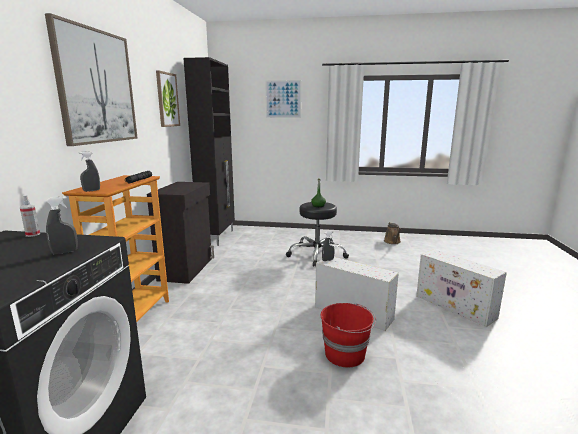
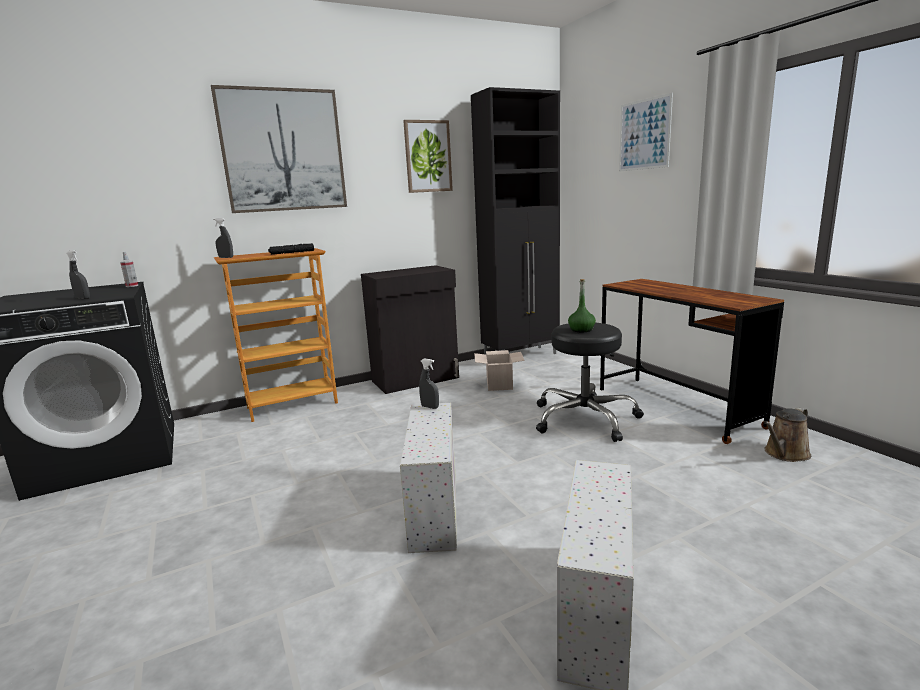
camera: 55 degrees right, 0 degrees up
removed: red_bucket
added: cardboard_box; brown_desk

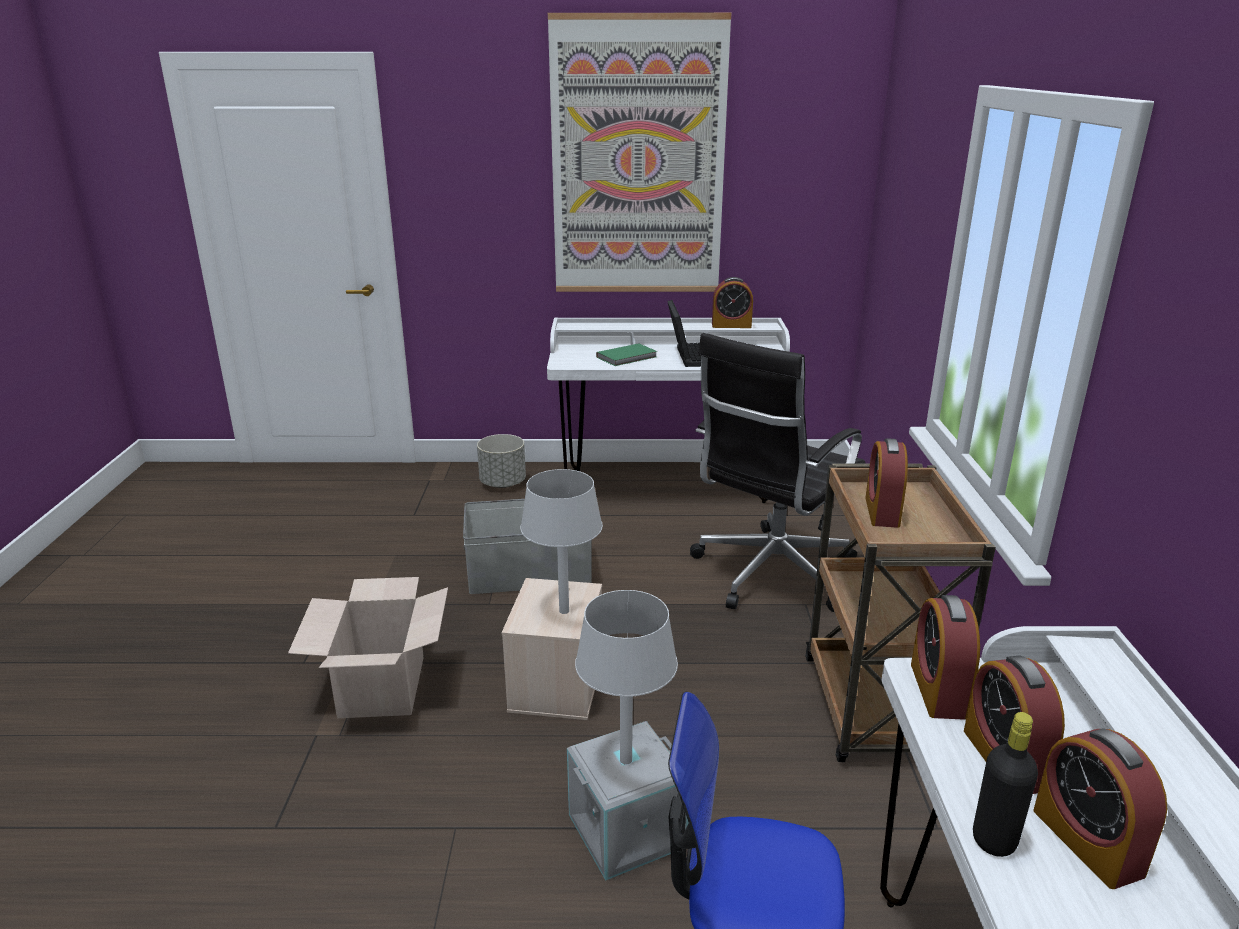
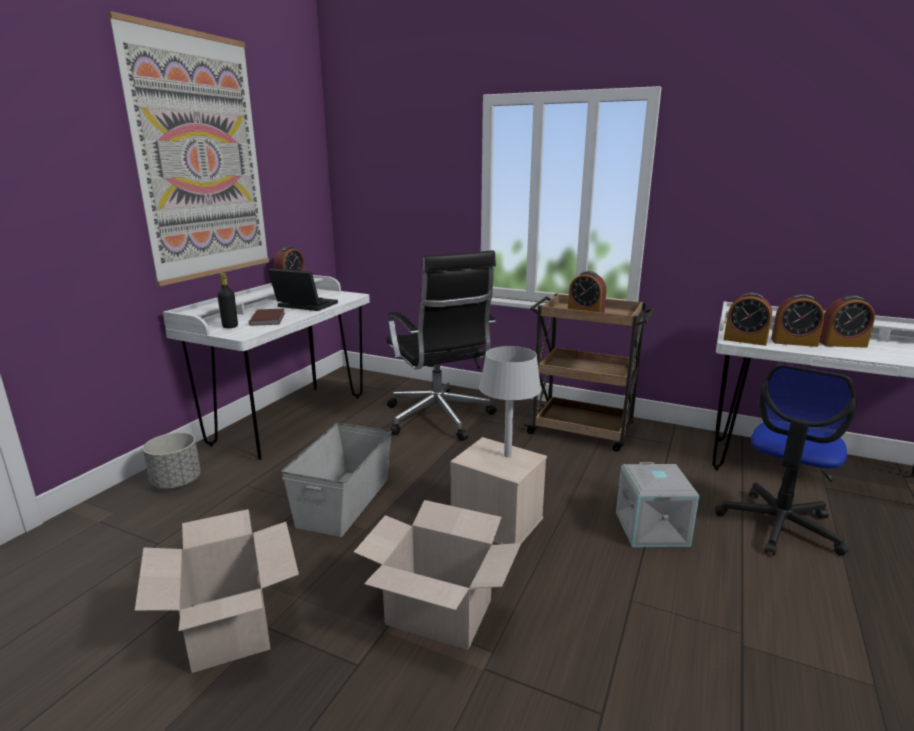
camera: 65 degrees left, 5 degrees down
removed: grey_table_lamp (2nd from left)
added: cardboard_box (1st from left)
moved: black_bottle
recoloured: green_book to brown_book

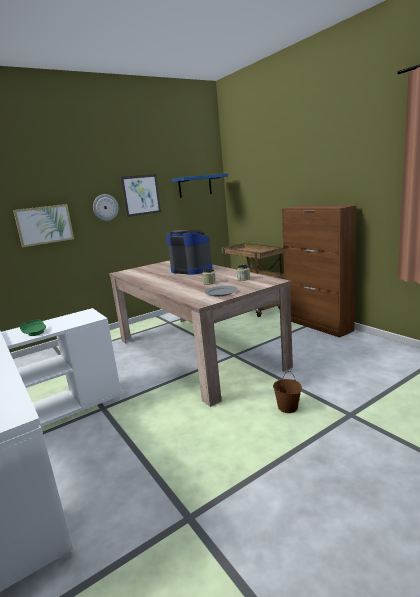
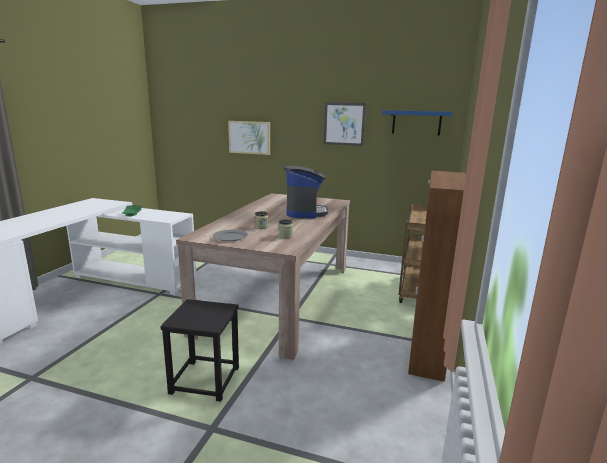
camera: 50 degrees right, 0 degrees up
removed: wall_clock
replaced: brown_bucket to black_stool

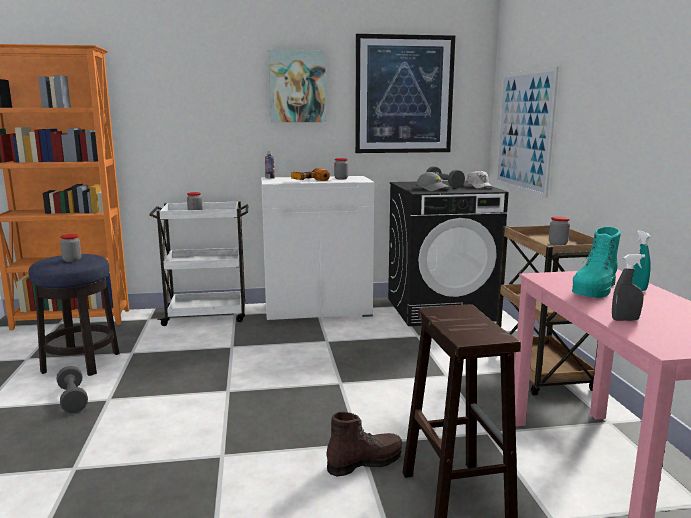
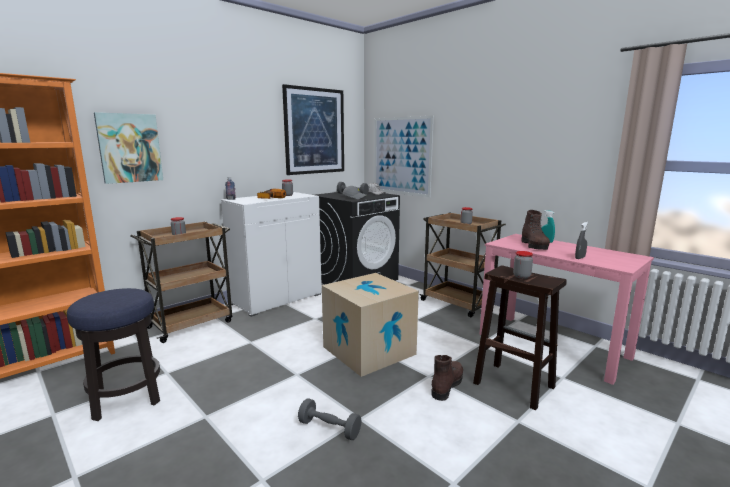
camera: 35 degrees left, 0 degrees up
added: cardboard_box
moved: picture (1st from left); grey_dumbbell (1st from left); jar (1st from left in the first image) to jar (4th from left)
recoloured: white_cart to brown_cart (1st from left); turquoise_boot to brown_boot (2nd from left)

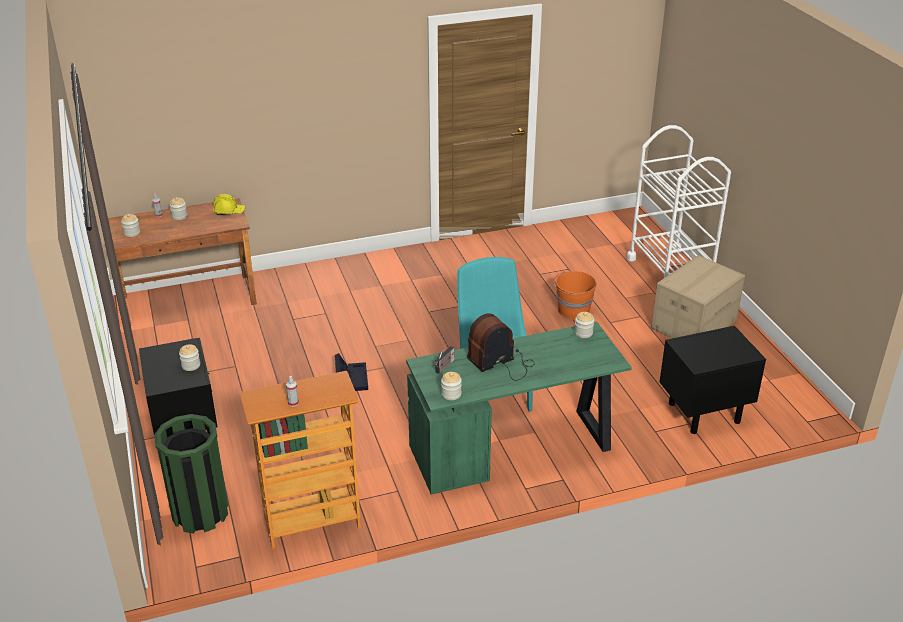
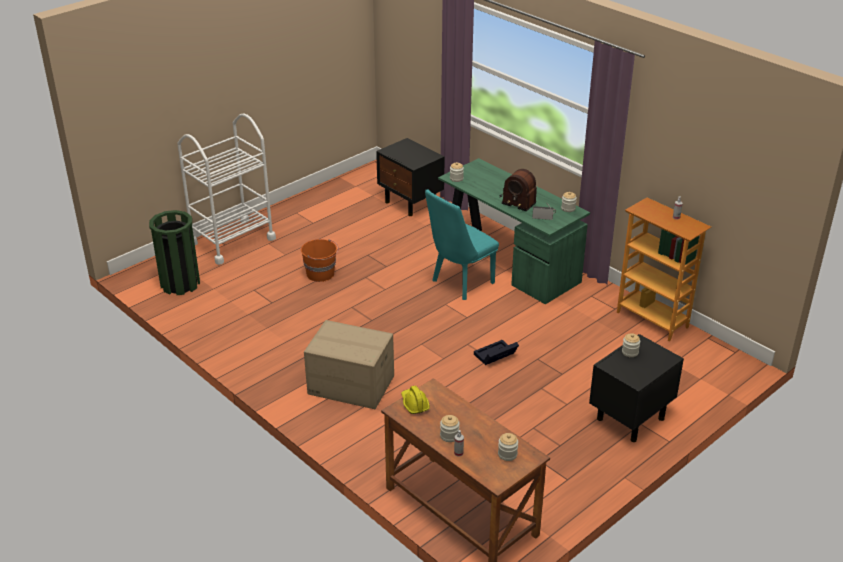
camera: 115 degrees left, 0 degrees up
moved: green_trash_can; cardboard_box

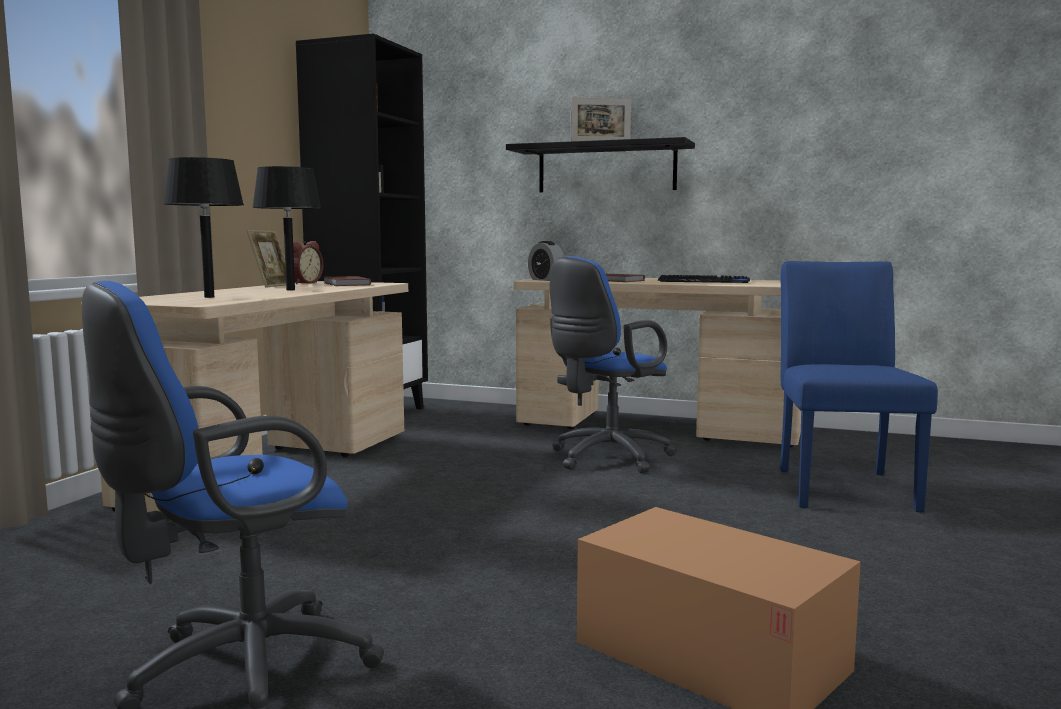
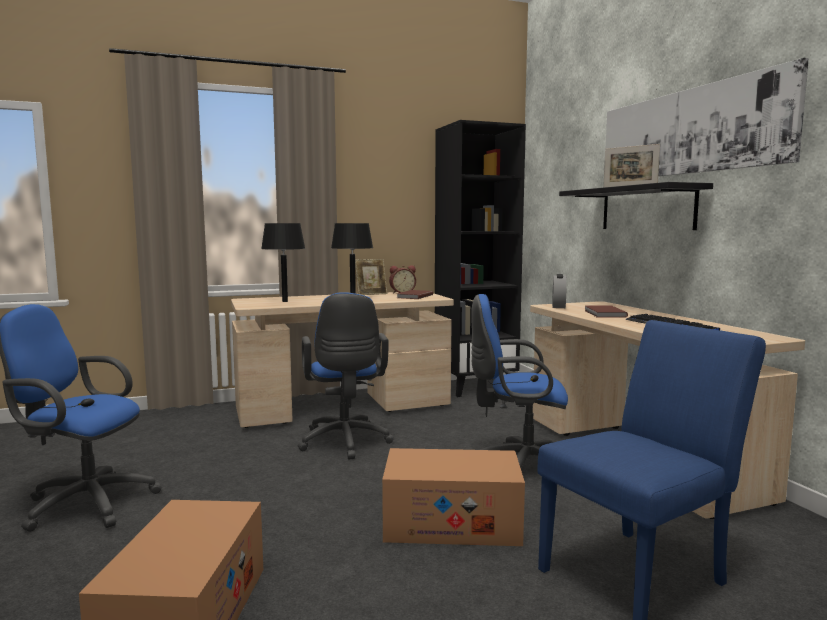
camera: 50 degrees right, 0 degrees up
added: blue_office_chair (2nd from left); cardboard_box (2nd from left); picture

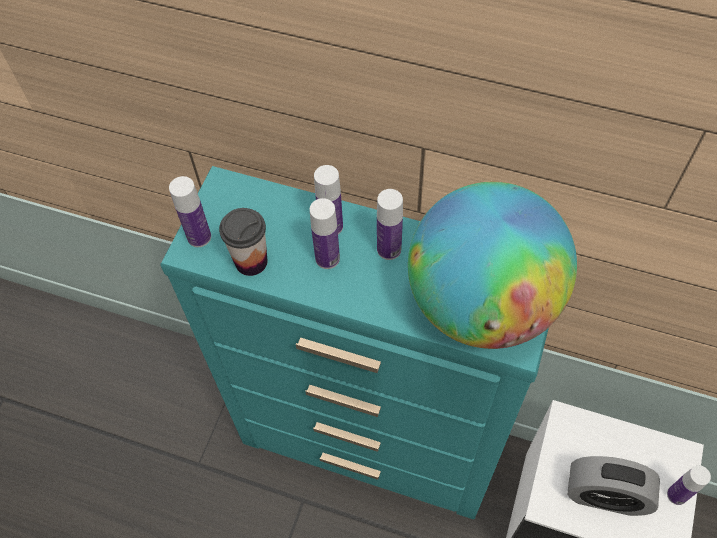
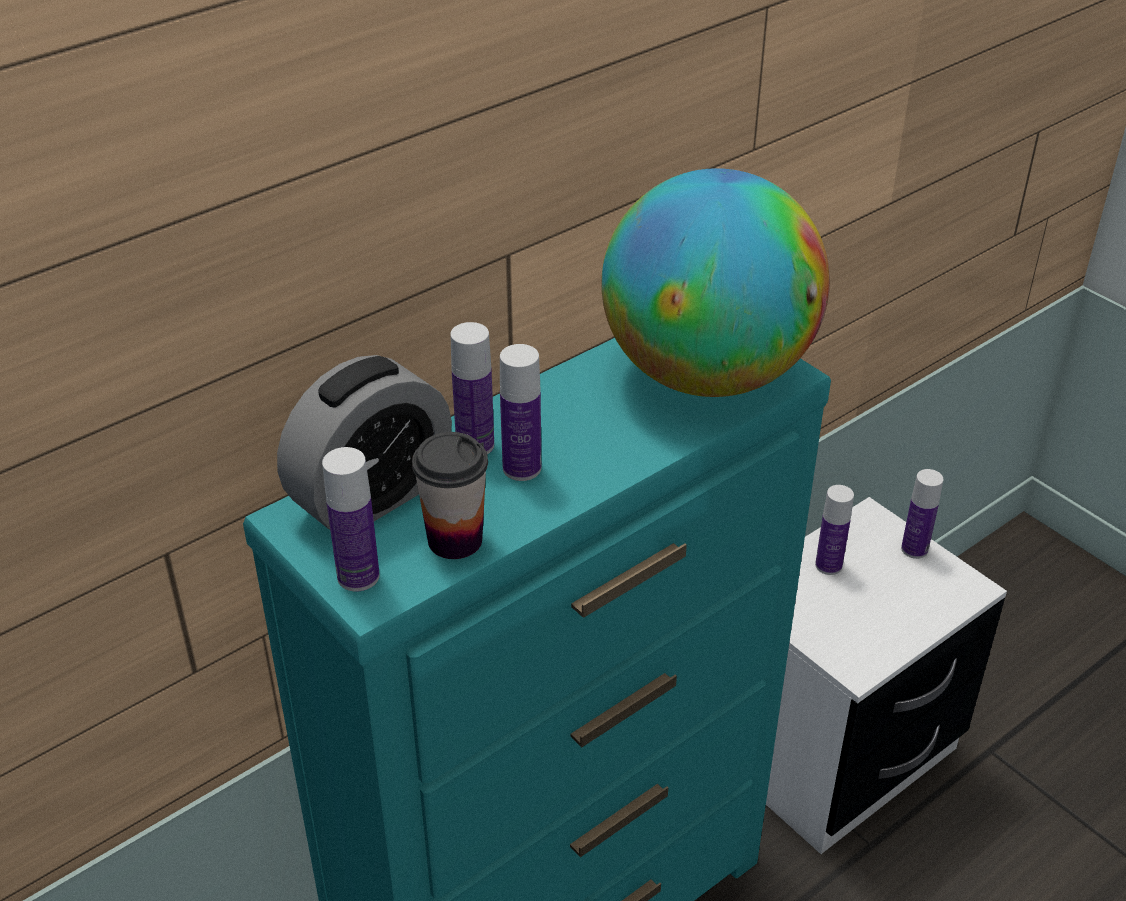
camera: 60 degrees left, 20 degrees down
moved: alarm_clock; bottle (4th from left)

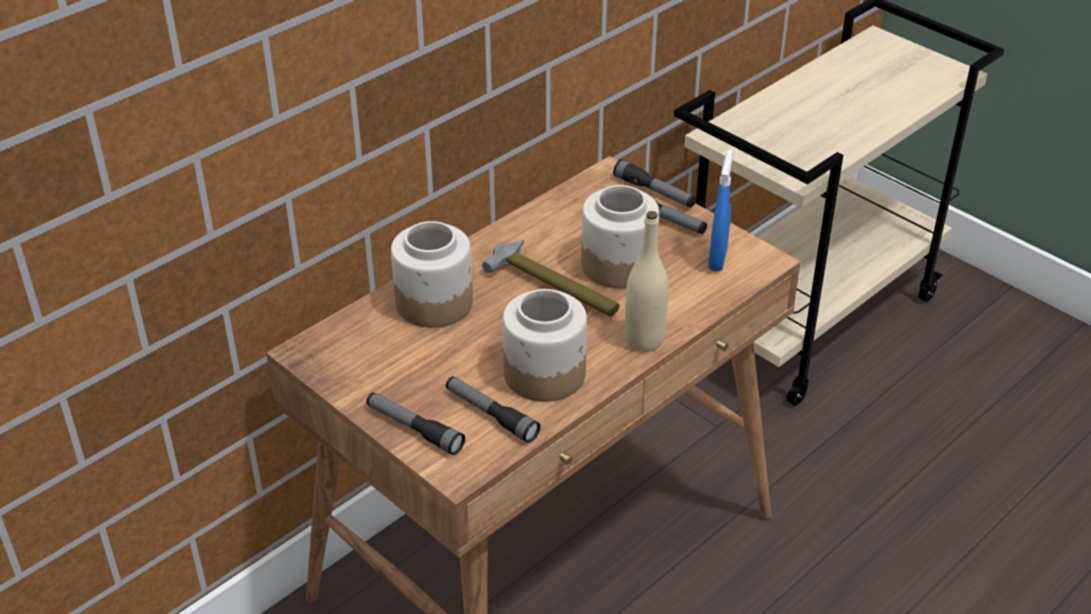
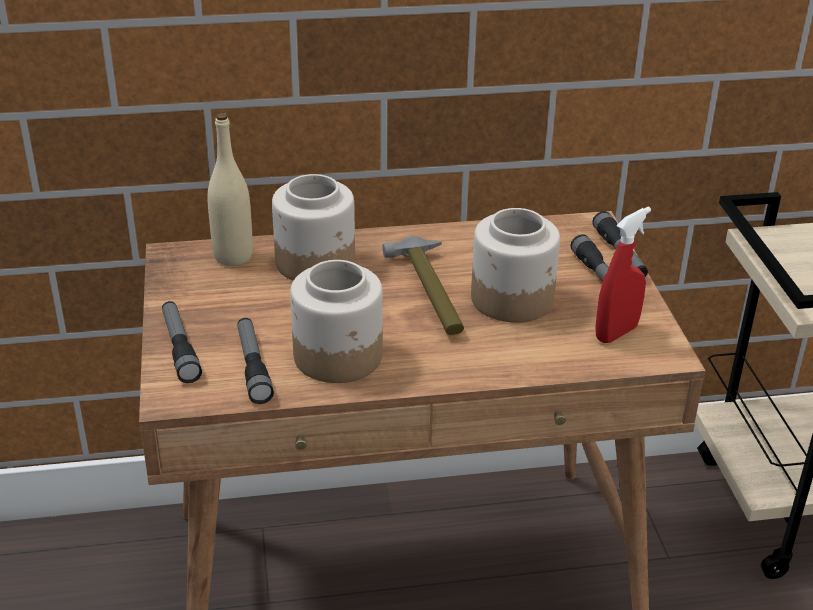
camera: 35 degrees right, 5 degrees down
moved: beige_bottle
recoloured: blue_spray_bottle to red_spray_bottle

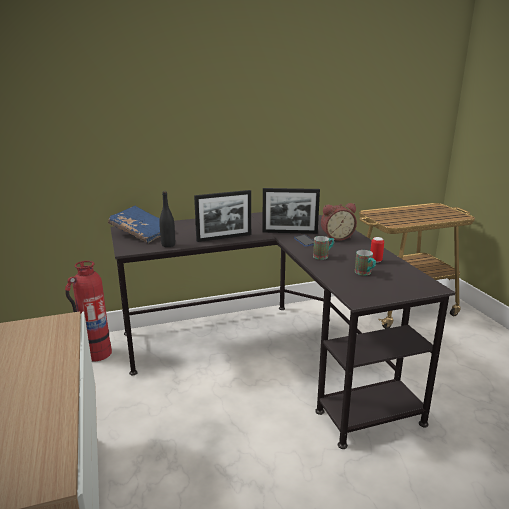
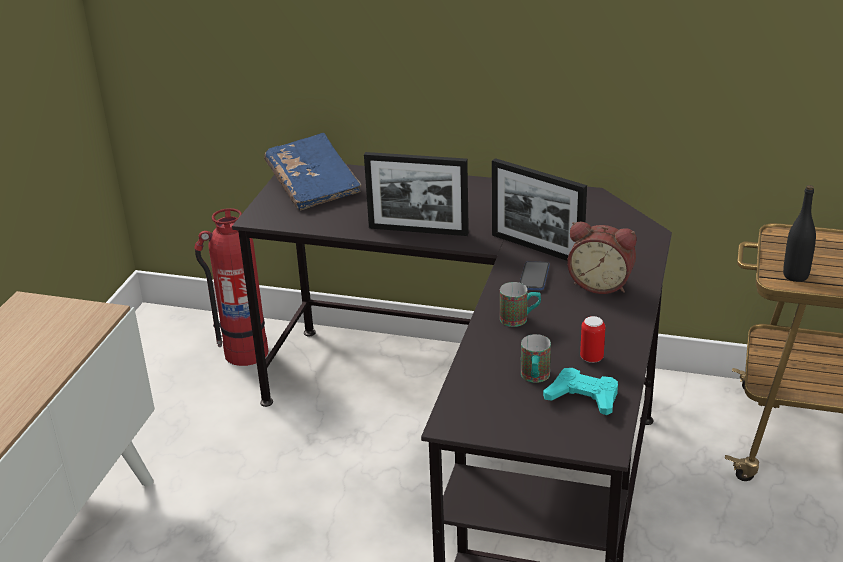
camera: 35 degrees right, 10 degrees up
added: turquoise_game_controller
moved: black_bottle

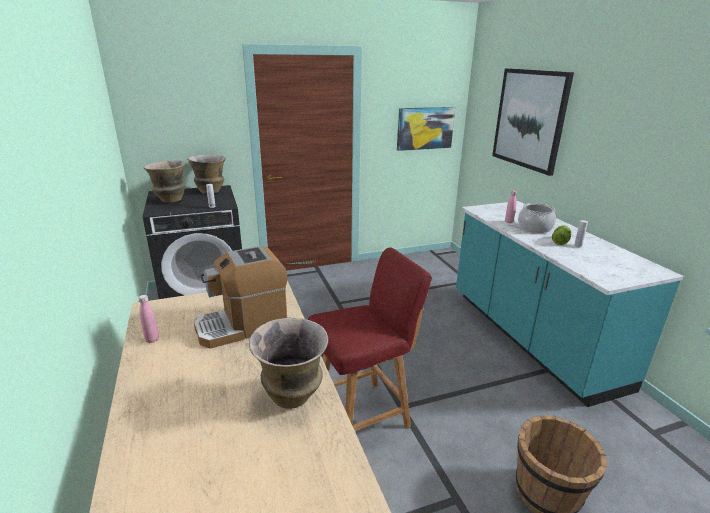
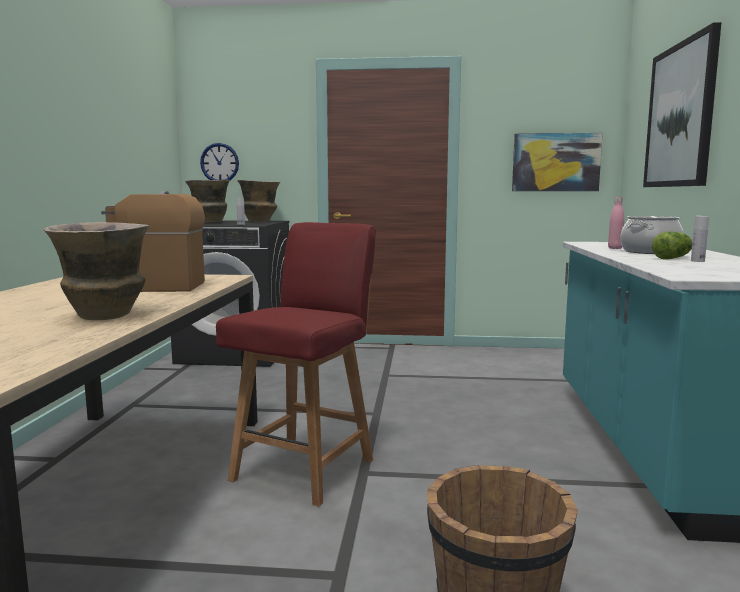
camera: 25 degrees right, 15 degrees down
removed: pink_bottle (1st from left)
added: wall_clock
turned: red_chair 60 degrees counterclockwise

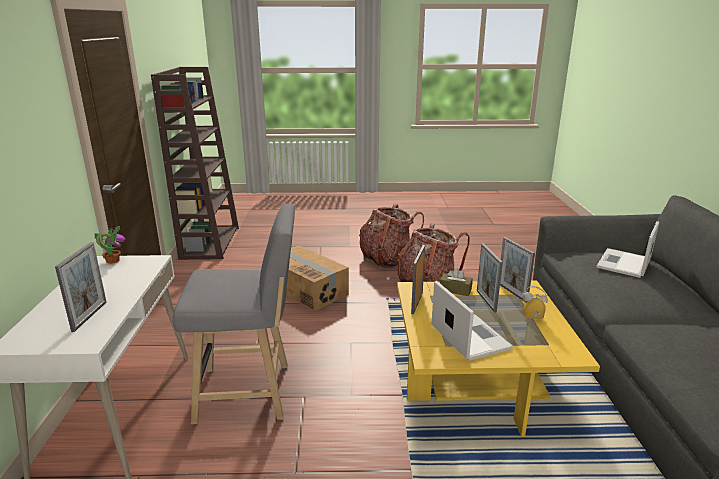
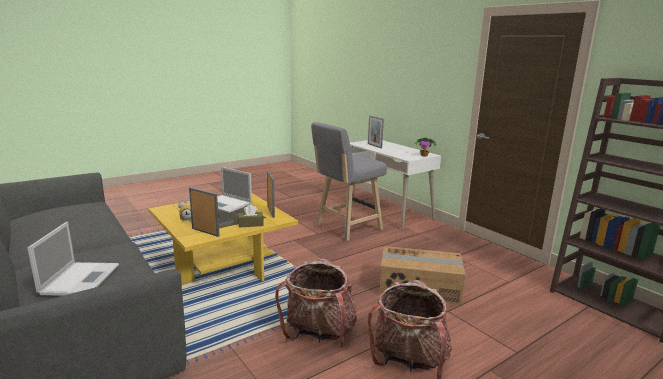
camera: 145 degrees right, 5 degrees down
removed: picture_frame (3rd from left)

